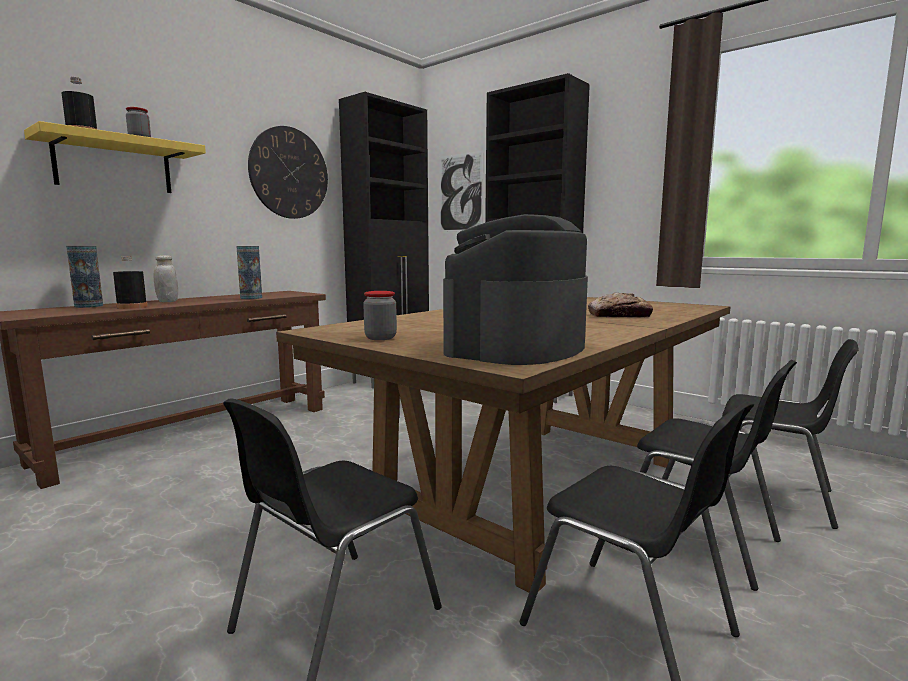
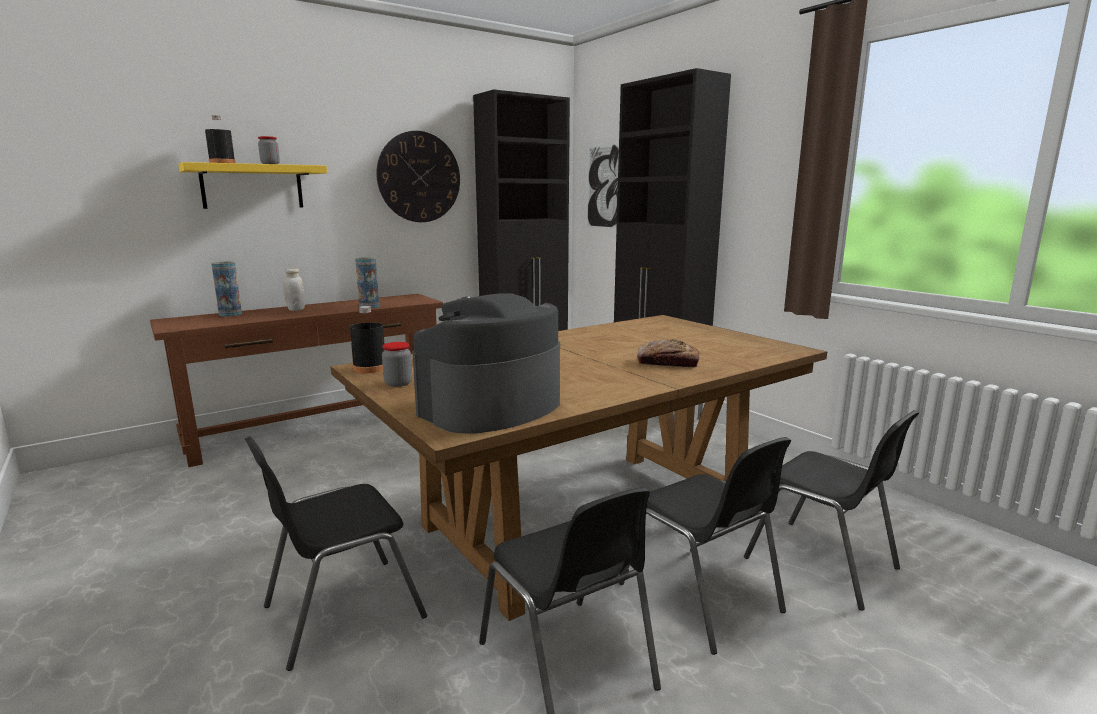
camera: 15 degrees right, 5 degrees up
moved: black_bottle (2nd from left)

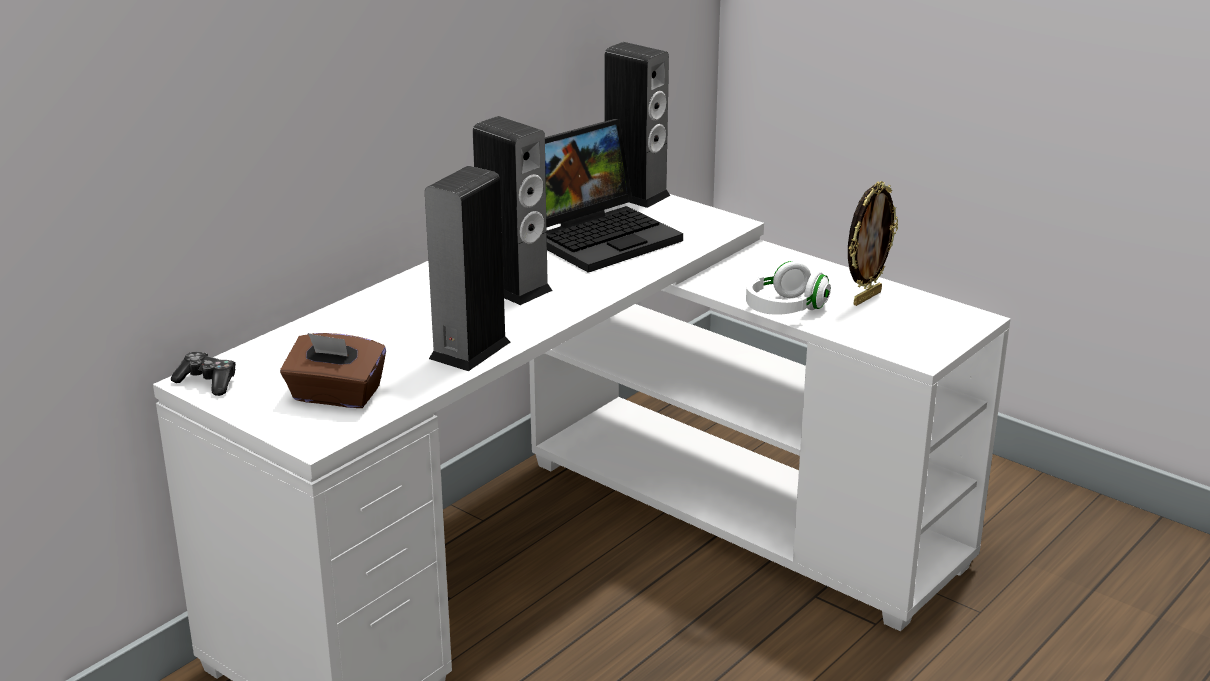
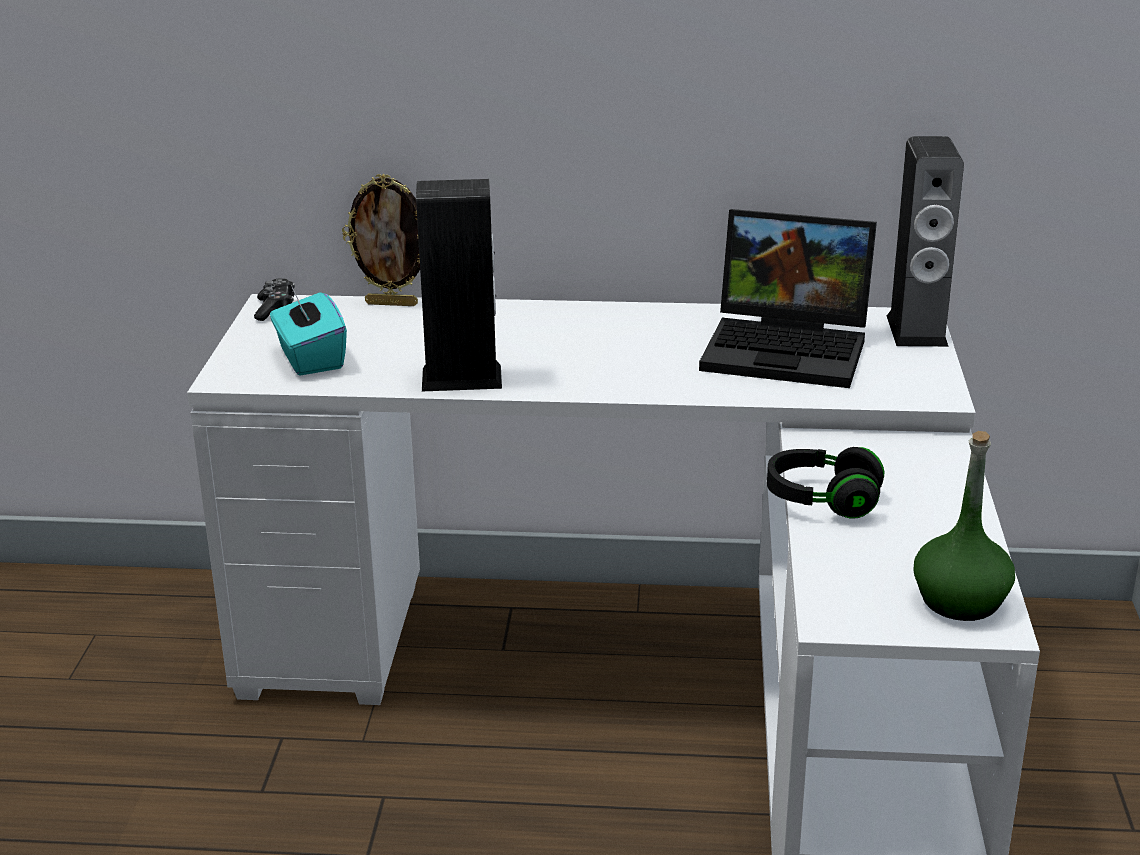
camera: 55 degrees right, 0 degrees up
removed: speaker (2nd from left)
added: green_bottle
moved: picture_frame
recoloured: brown_tissue_box to turquoise_tissue_box; white_headphones to black_headphones

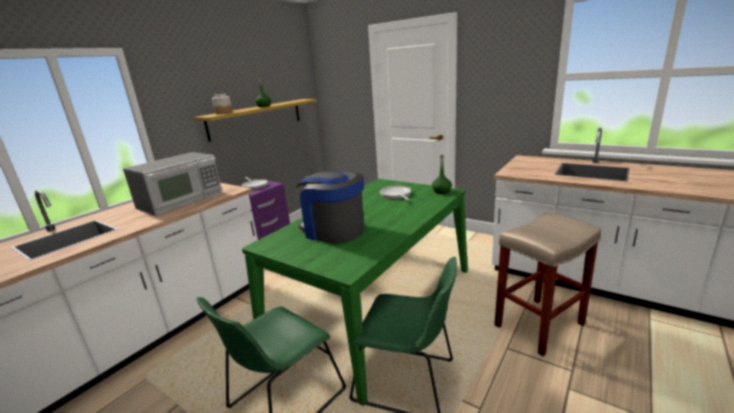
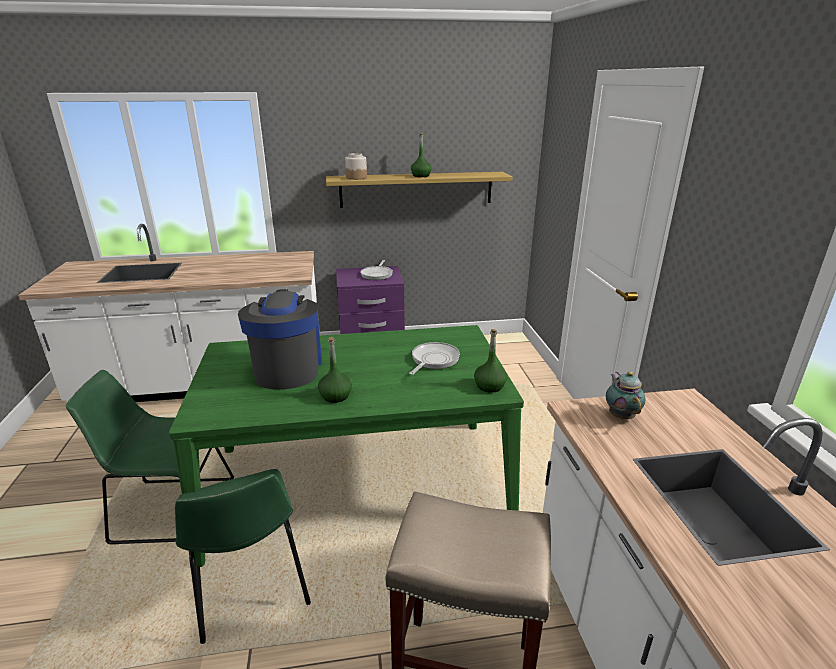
camera: 45 degrees right, 5 degrees up
removed: microwave
added: green_bottle (1st from left); teapot

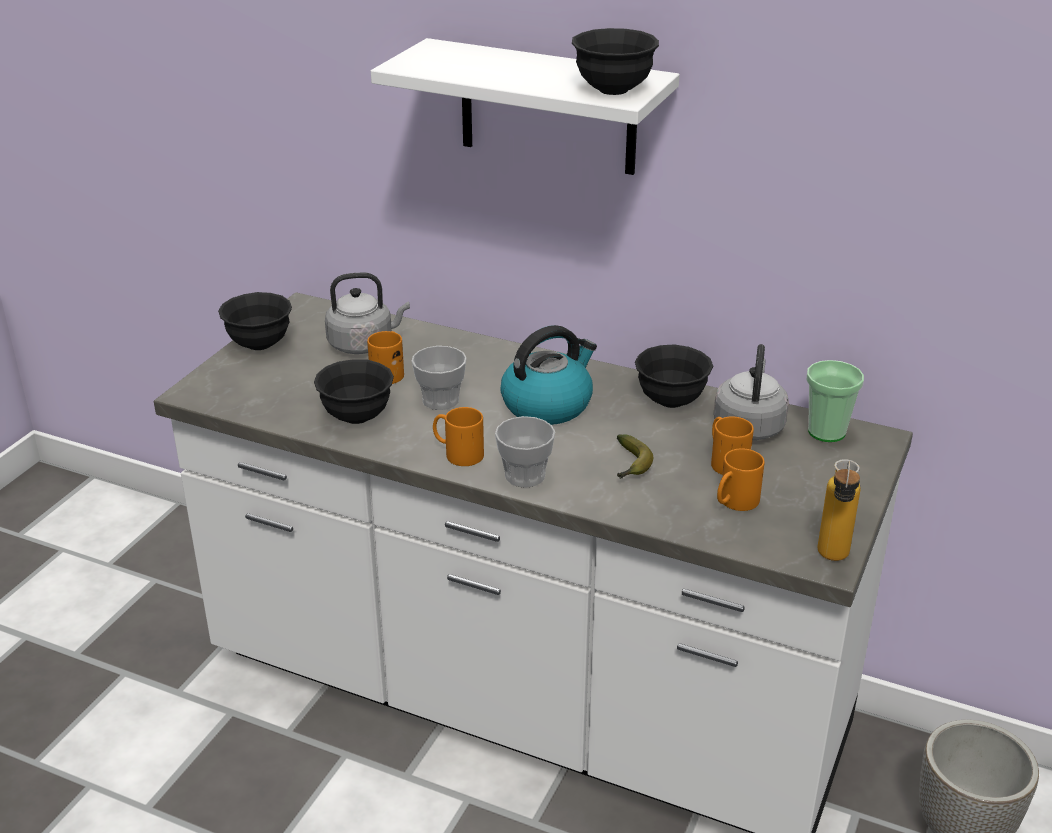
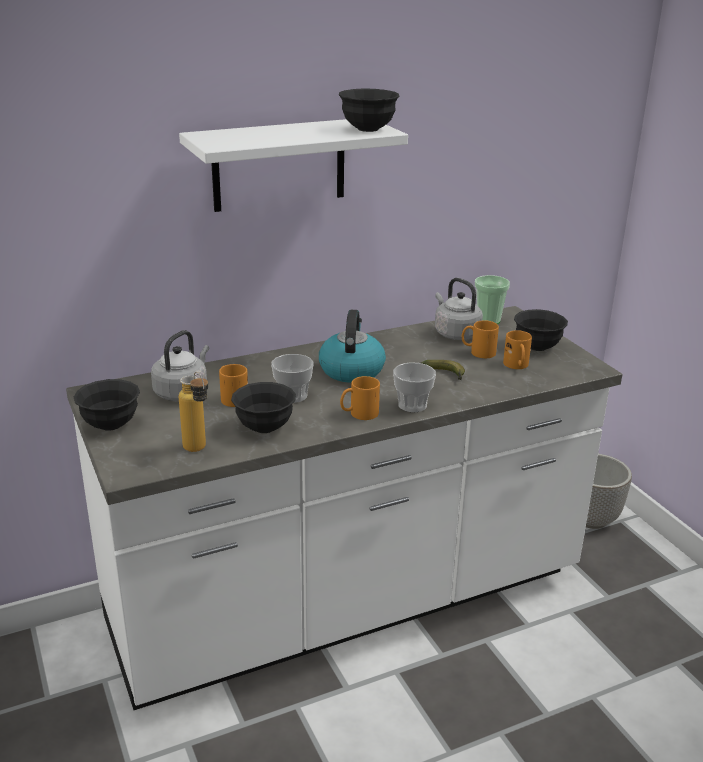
camera: 50 degrees left, 5 degrees down
moved: bottle; black_bowl (4th from left)

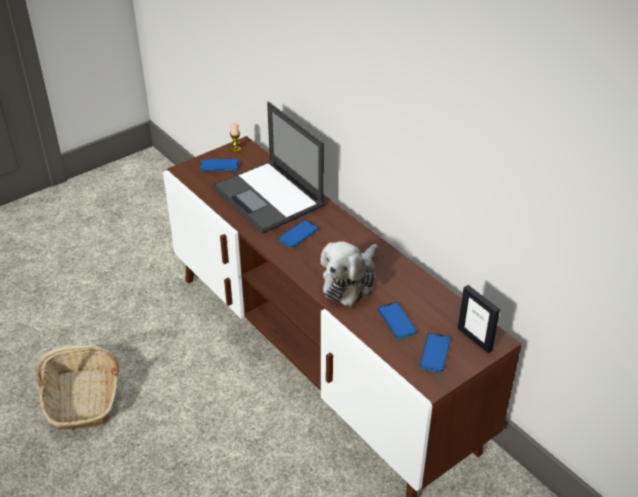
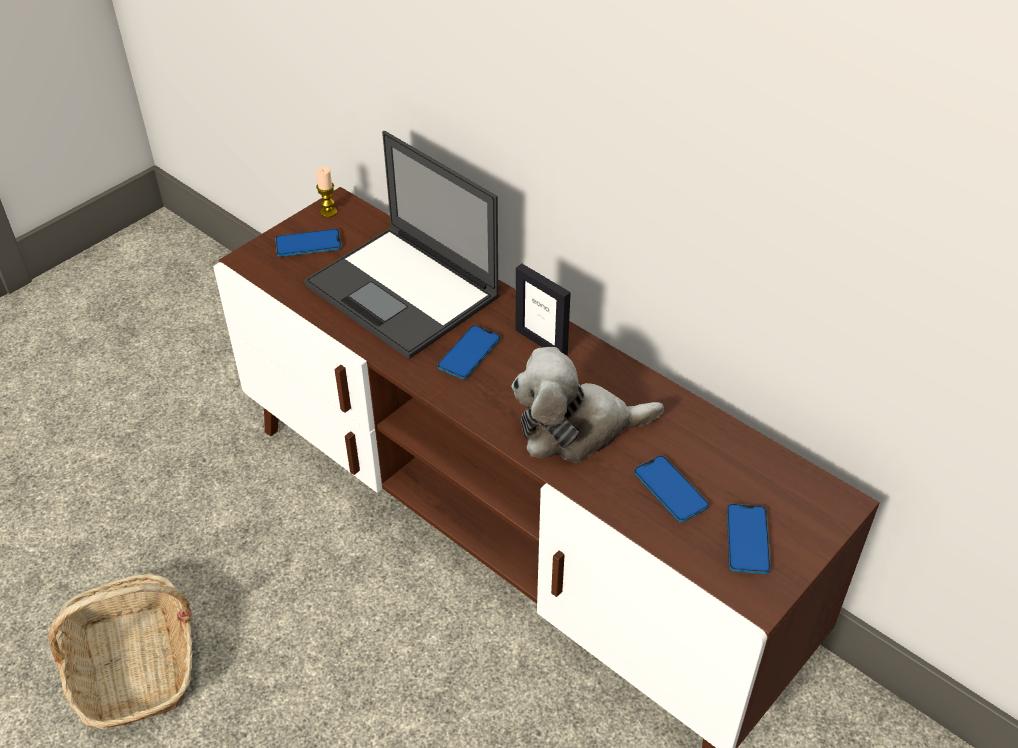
camera: 10 degrees left, 5 degrees up
moved: picture_frame
turned: plush_toy 60 degrees clockwise

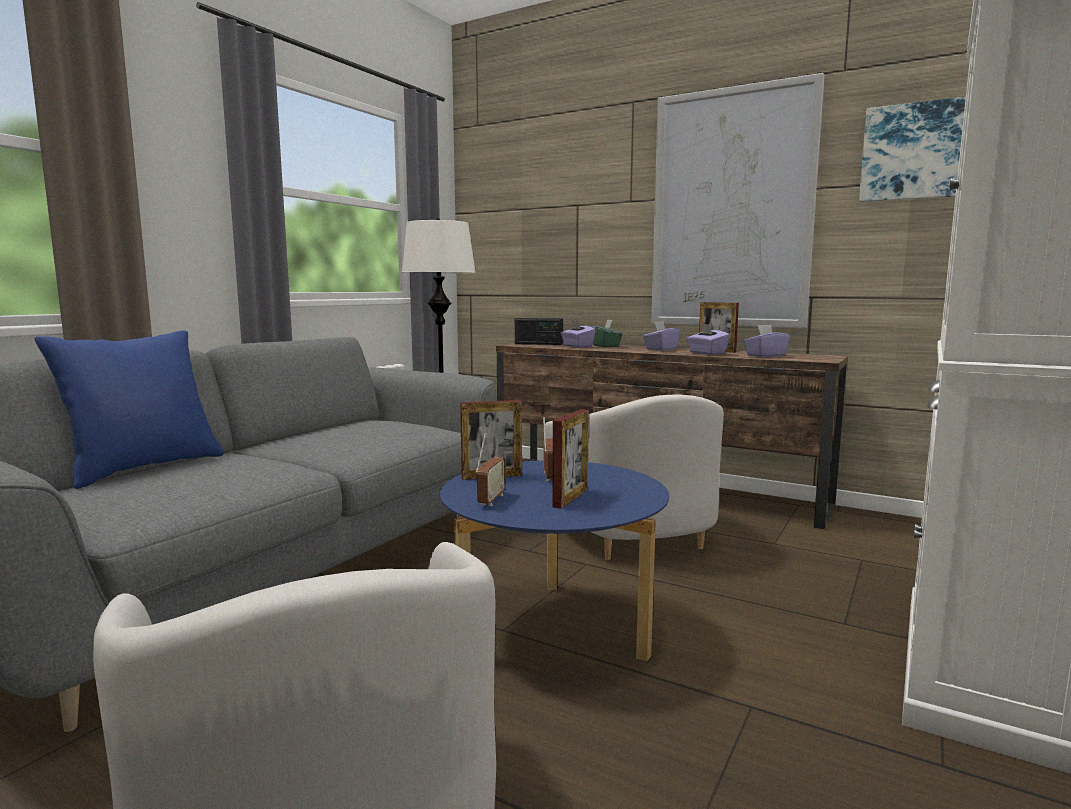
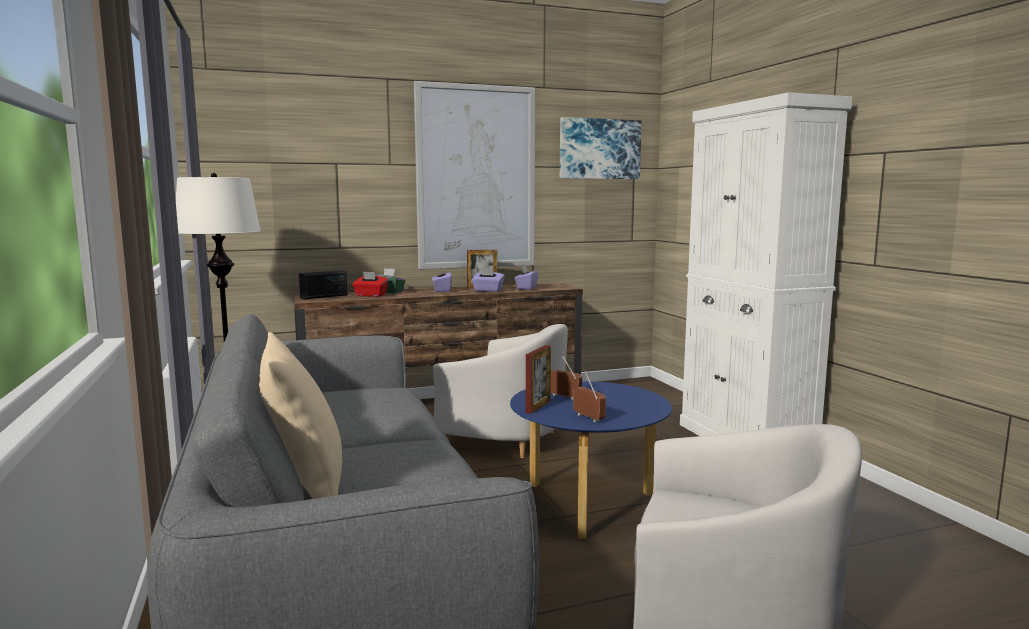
camera: 50 degrees left, 0 degrees up
removed: picture_frame (2nd from left)
recoloured: blue_pillow to beige_pillow; purple_tissue_box (1st from left) to red_tissue_box

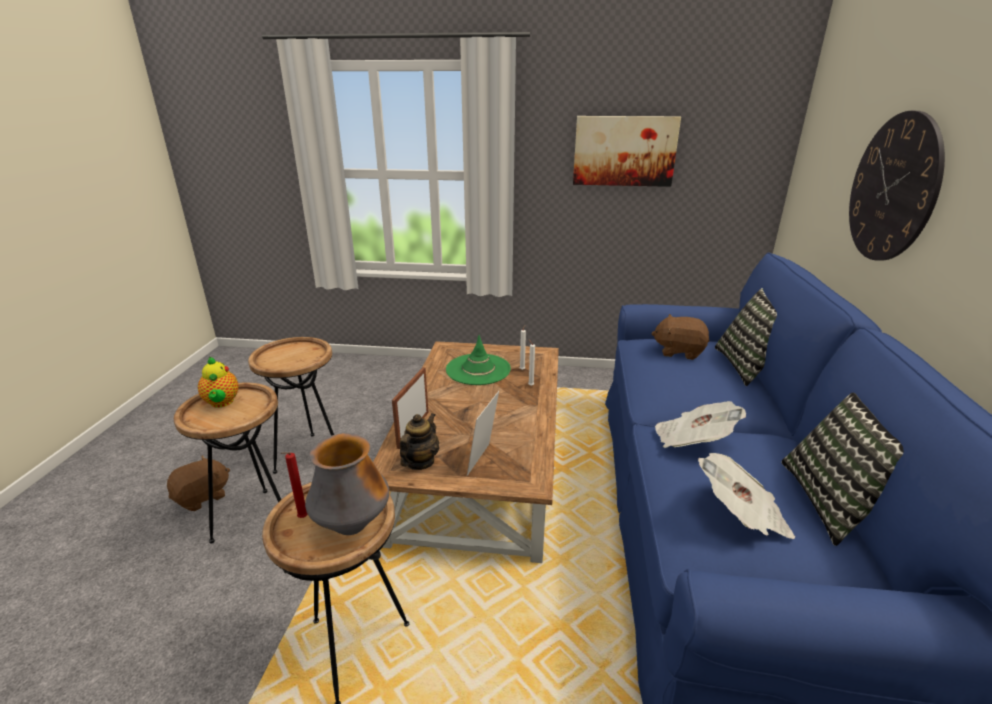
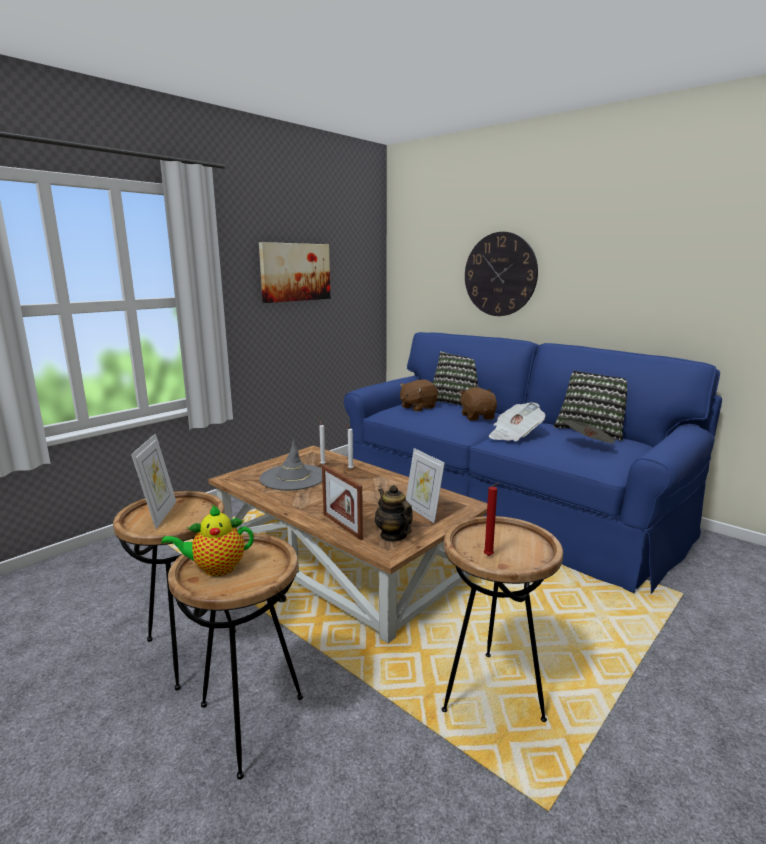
camera: 55 degrees left, 10 degrees down
removed: vase
added: picture_frame (1st from left)
moved: brown_plush_toy (1st from left in the first image) to brown_plush_toy (2nd from left)
recoloured: green_hat to grey_hat
turned: teapot (1st from left) 150 degrees clockwise

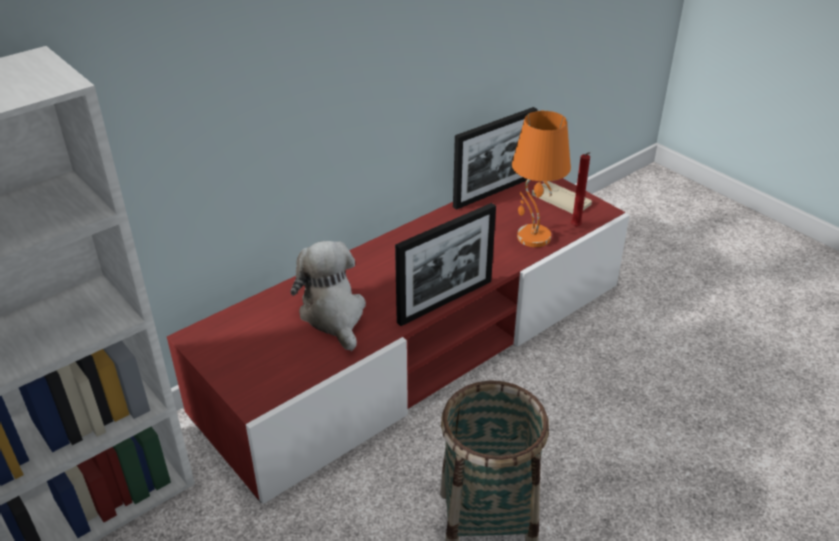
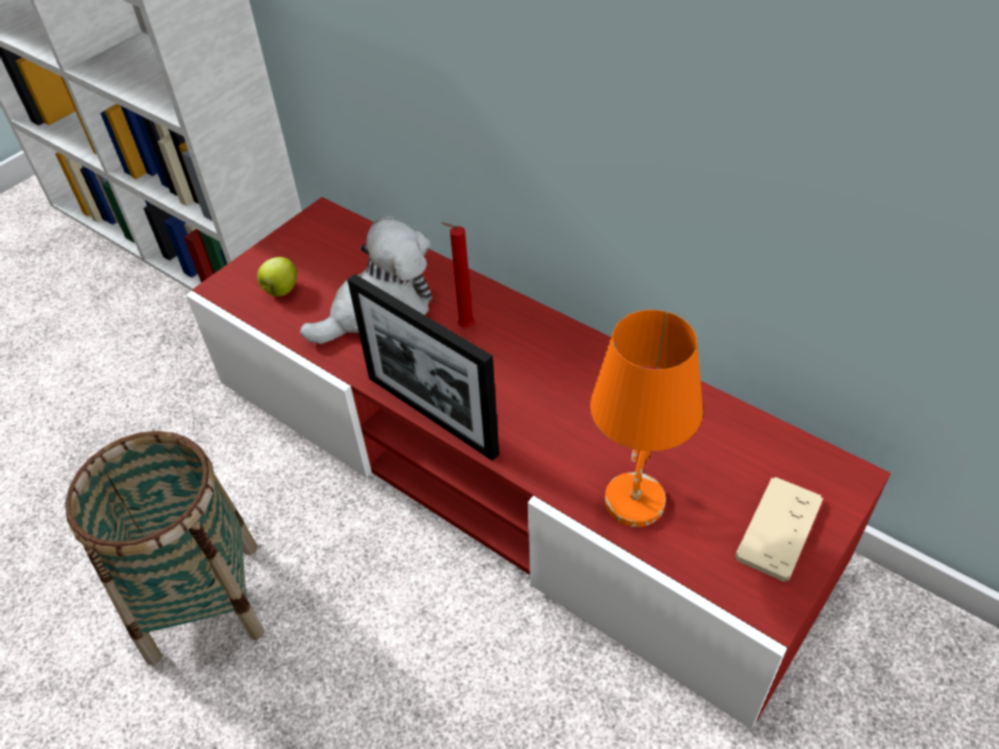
camera: 80 degrees right, 10 degrees up
removed: picture_frame (2nd from left)
added: apple
moved: red_candle

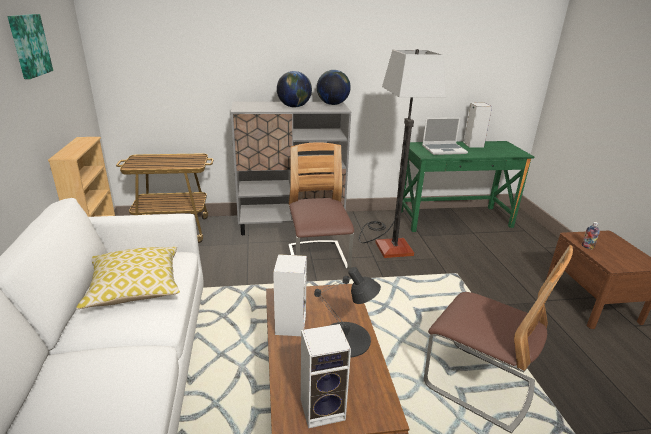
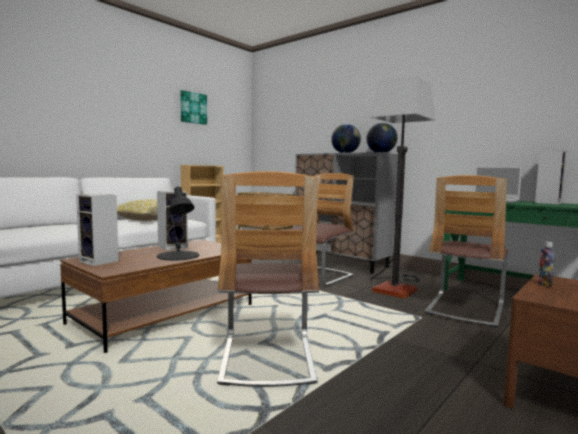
camera: 50 degrees right, 20 degrees down
added: chair (3rd from left)

